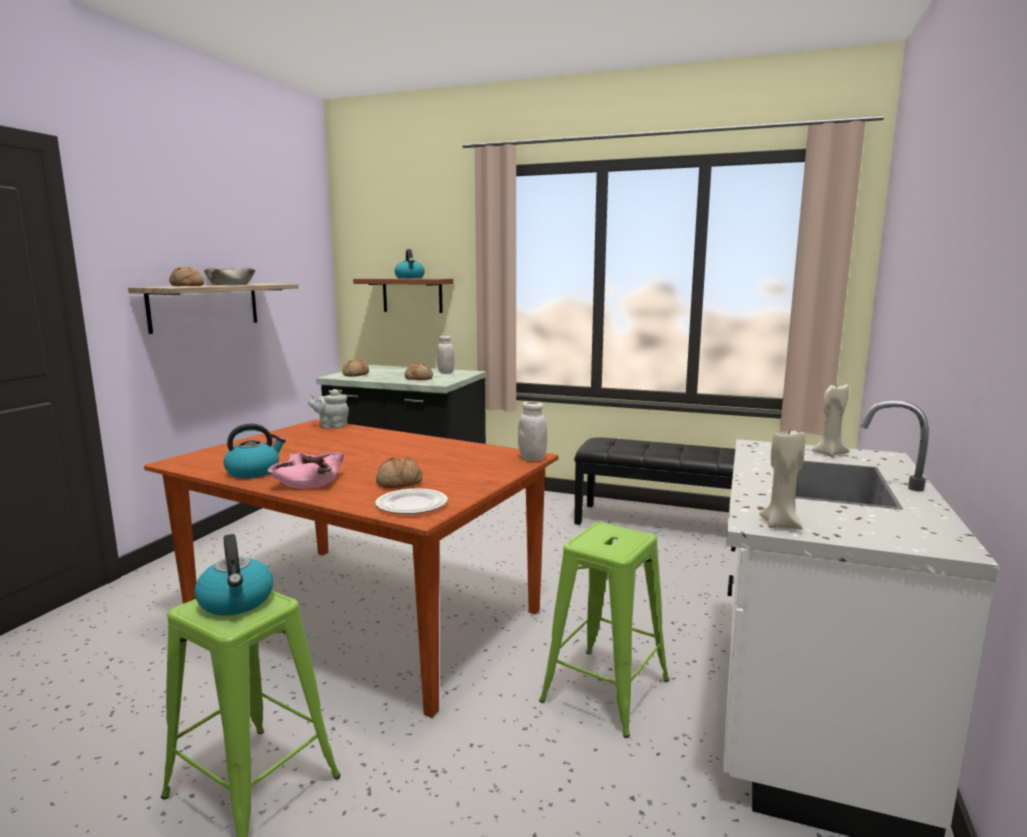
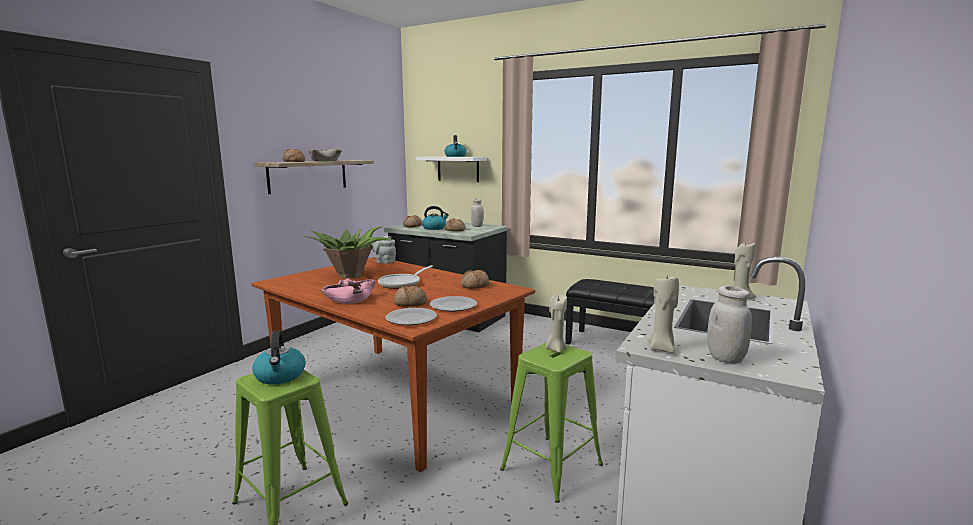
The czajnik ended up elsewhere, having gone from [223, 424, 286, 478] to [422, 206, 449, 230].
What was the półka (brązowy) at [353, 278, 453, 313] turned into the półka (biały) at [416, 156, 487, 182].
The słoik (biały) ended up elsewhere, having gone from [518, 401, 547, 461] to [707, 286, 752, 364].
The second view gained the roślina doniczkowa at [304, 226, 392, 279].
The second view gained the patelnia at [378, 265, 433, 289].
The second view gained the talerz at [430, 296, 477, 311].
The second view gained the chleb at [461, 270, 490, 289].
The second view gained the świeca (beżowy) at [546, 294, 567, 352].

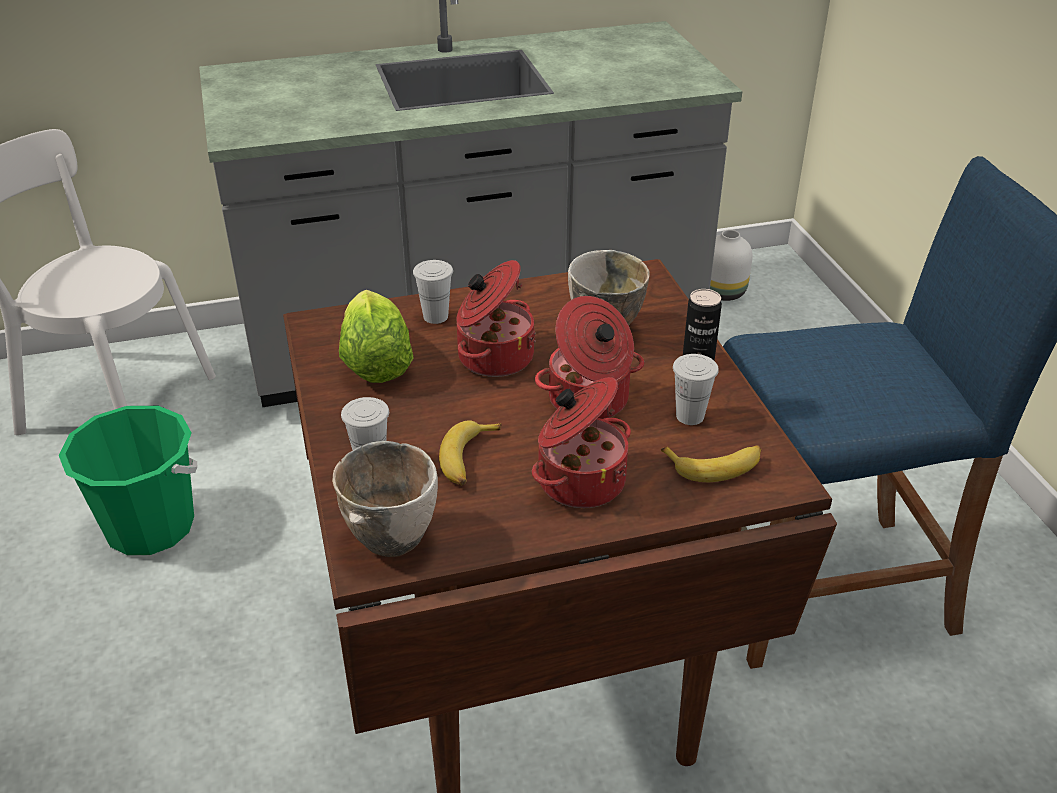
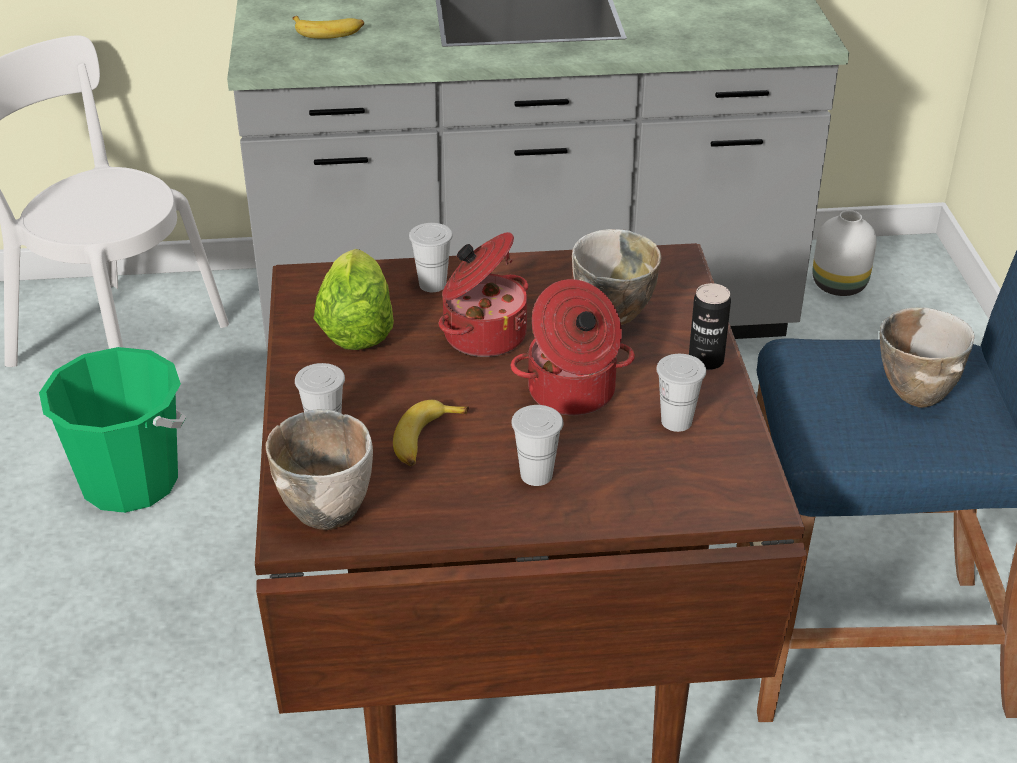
Where the garnek stood at [532, 377, 631, 508], the filiżanka (biały) came to stand at [511, 405, 563, 486].
The banan ended up elsewhere, having gone from [661, 445, 762, 482] to [293, 16, 364, 39].
The second view gained the miska at [880, 308, 974, 408].

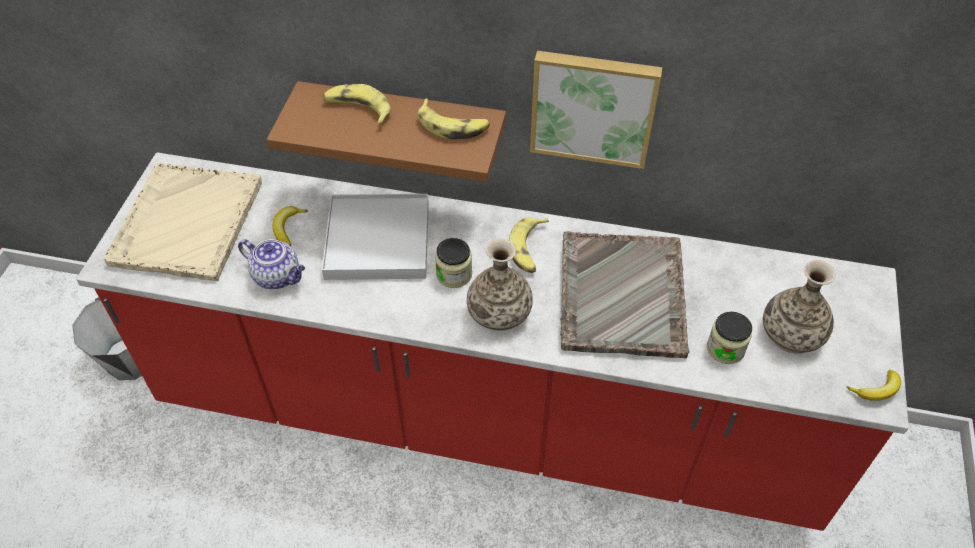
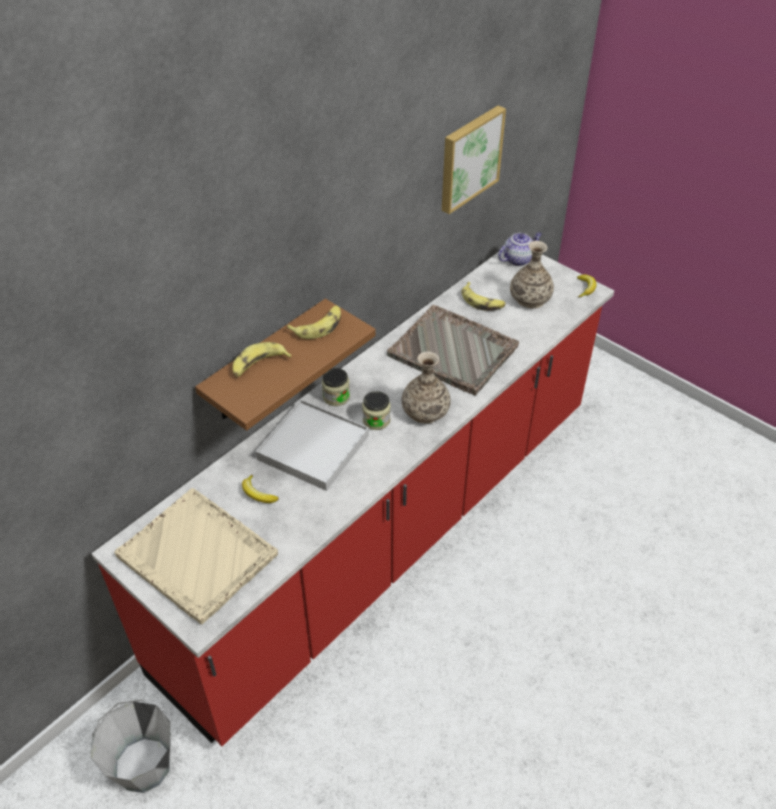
The imbryk ended up elsewhere, having gone from [238, 239, 305, 289] to [498, 232, 542, 266].
The banan ended up elsewhere, having gone from [509, 217, 549, 273] to [462, 282, 506, 311].
The obraz ended up elsewhere, having gone from [530, 51, 663, 169] to [442, 105, 506, 214].
The słoik ended up elsewhere, having gone from [707, 312, 752, 364] to [322, 368, 350, 406].

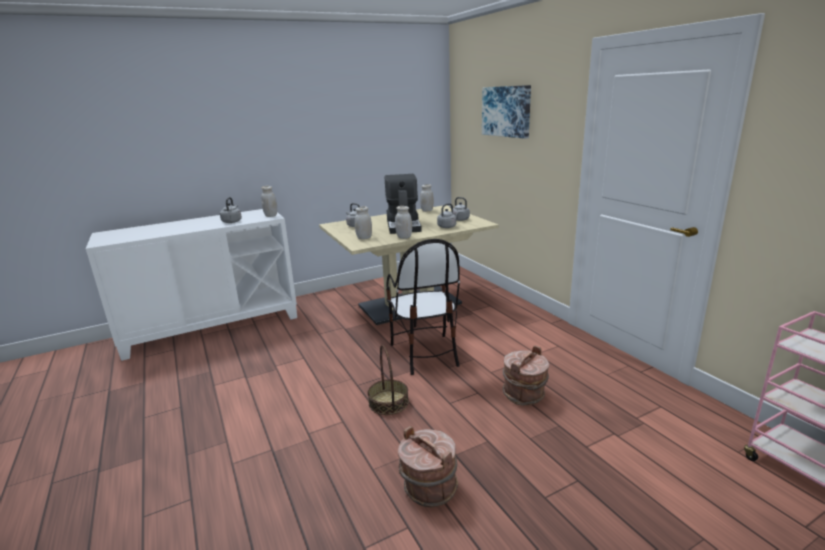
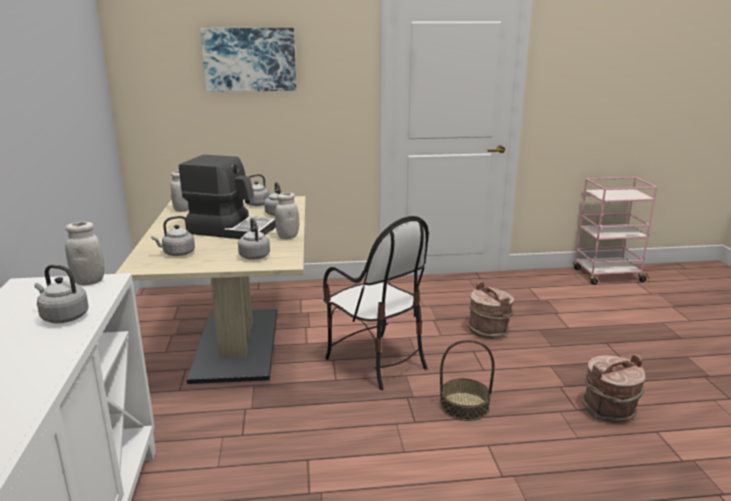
Where the słoik (biały) stood at [355, 206, 372, 239], the czajnik (szary) came to stand at [238, 218, 270, 260].
The krzesło at [386, 239, 460, 375] ended up facing another way, 45 degrees clockwise from before.

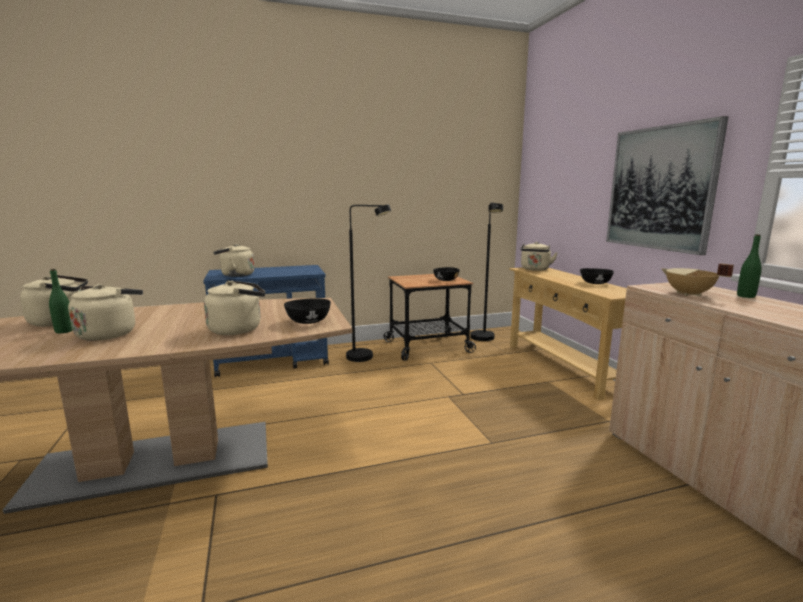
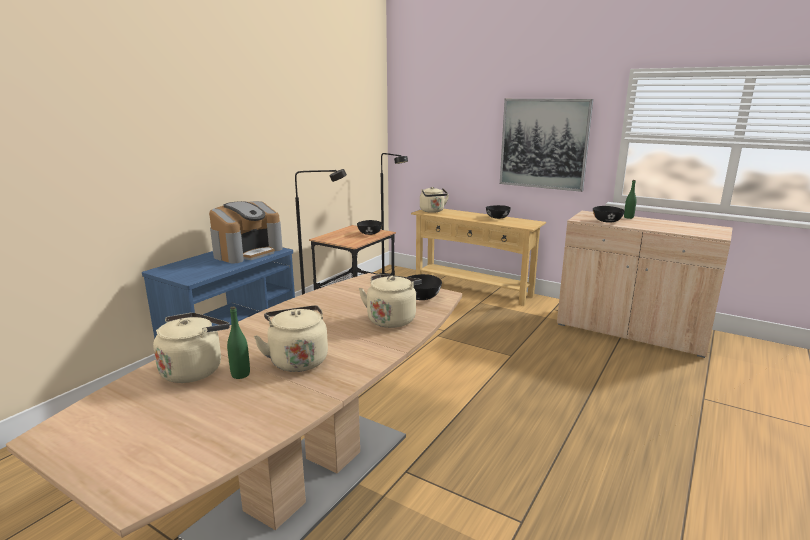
The second view lost the czajnik (beżowy) at [213, 244, 255, 277].
Where the garnek (beżowy) stood at [661, 263, 734, 296], the miska (czarny) came to stand at [593, 206, 625, 223].
The second view gained the ekspres do kawy at [209, 201, 283, 263].

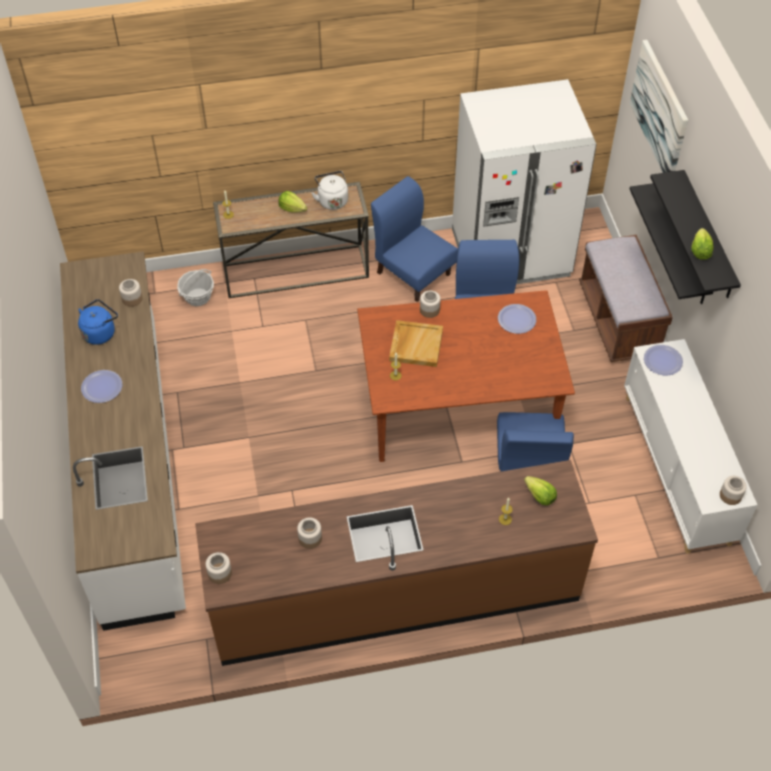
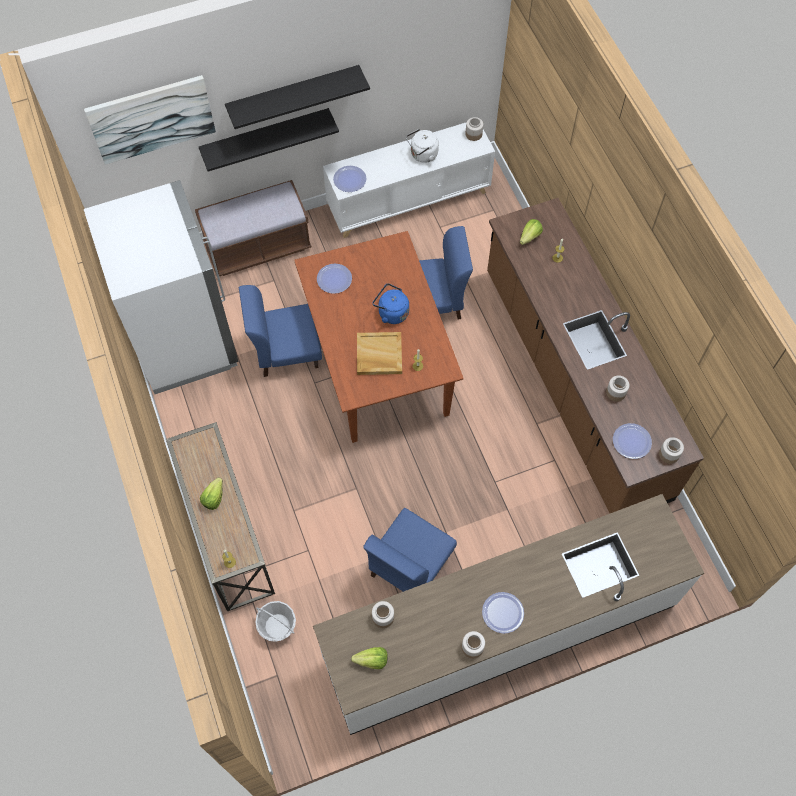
The czajnik (niebieski) ended up elsewhere, having gone from [78, 299, 118, 345] to [372, 283, 409, 324].
The czajnik (biały) ended up elsewhere, having gone from [312, 171, 348, 210] to [406, 129, 439, 163].
The krzesło (niebieski) ended up elsewhere, having gone from [371, 176, 458, 302] to [363, 508, 457, 592].
The słoik ended up elsewhere, having gone from [420, 290, 441, 318] to [462, 631, 485, 658].
The sałata ended up elsewhere, having gone from [691, 228, 713, 260] to [351, 647, 388, 669].
The second view gained the talerz at [613, 423, 652, 459].

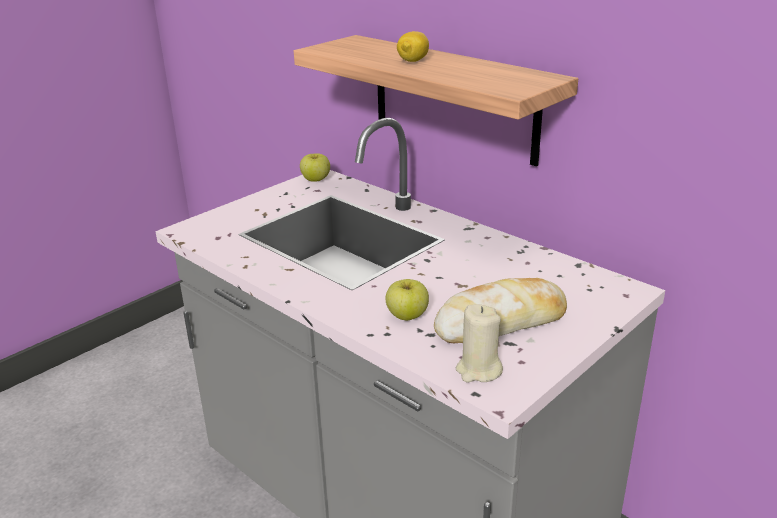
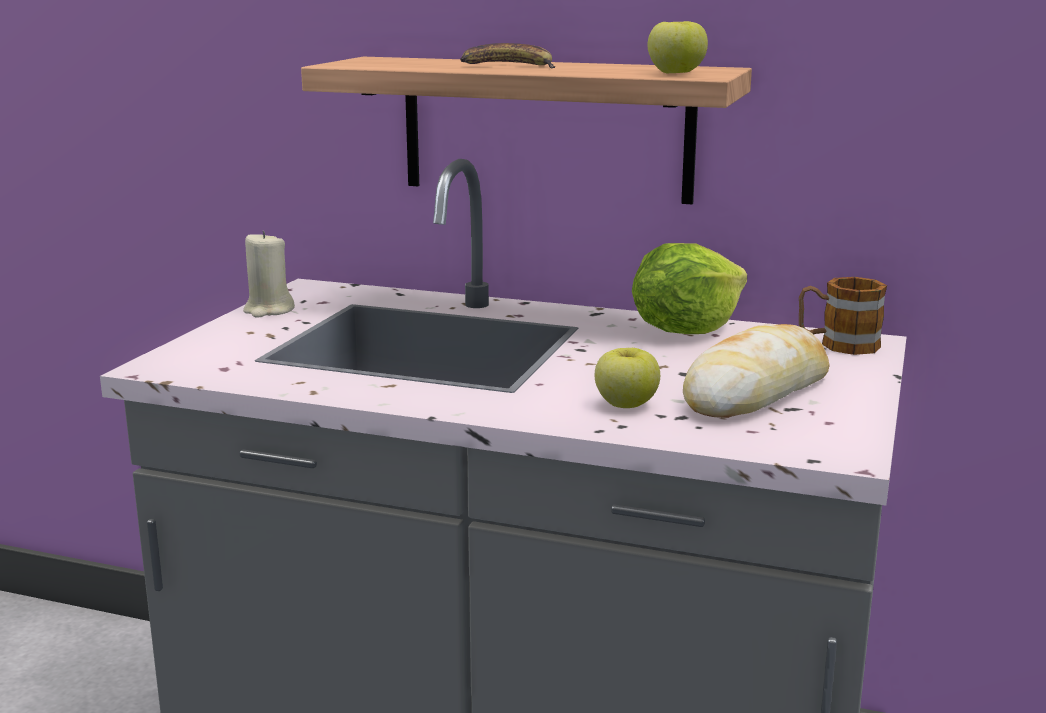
The jabłko ended up elsewhere, having gone from [300, 153, 330, 182] to [648, 21, 708, 73].
Where the cytryna stood at [397, 31, 429, 62], the banan came to stand at [460, 43, 555, 69].
The świeca (beżowy) ended up elsewhere, having gone from [456, 304, 503, 383] to [243, 231, 295, 318].
The second view gained the sałata at [632, 243, 747, 334].
The second view gained the kubek at [799, 277, 887, 355].

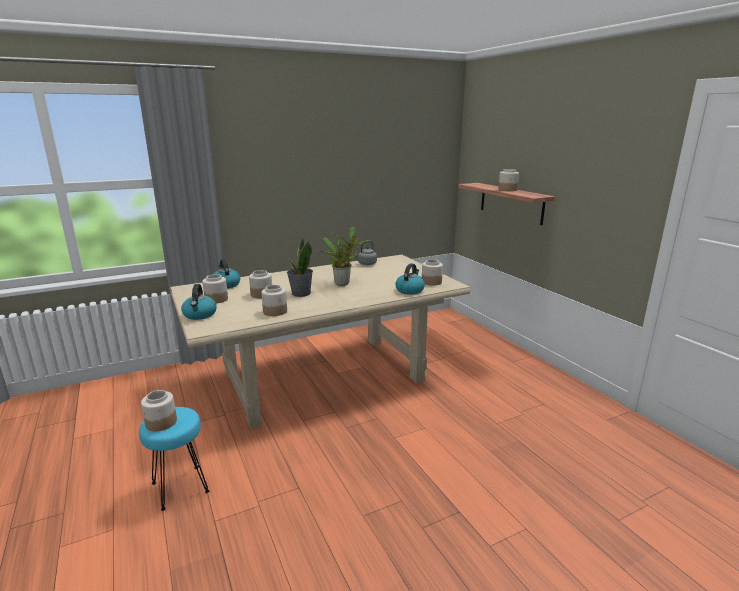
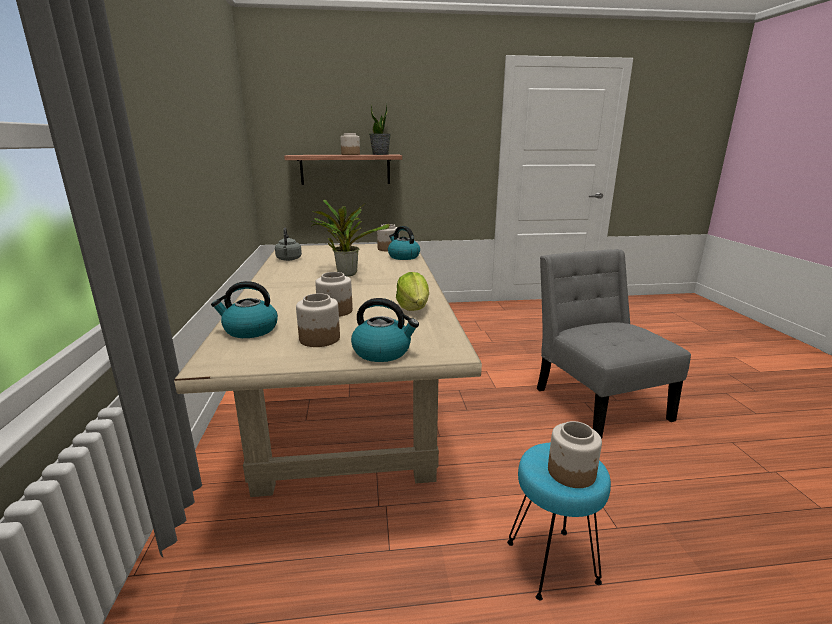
Where the słoik stood at [261, 285, 287, 316], the sałata came to stand at [396, 272, 429, 311].
The roślina doniczkowa ended up elsewhere, having gone from [287, 238, 313, 297] to [369, 103, 391, 155].
The second view gained the krzesło (szary) at [537, 249, 691, 439].

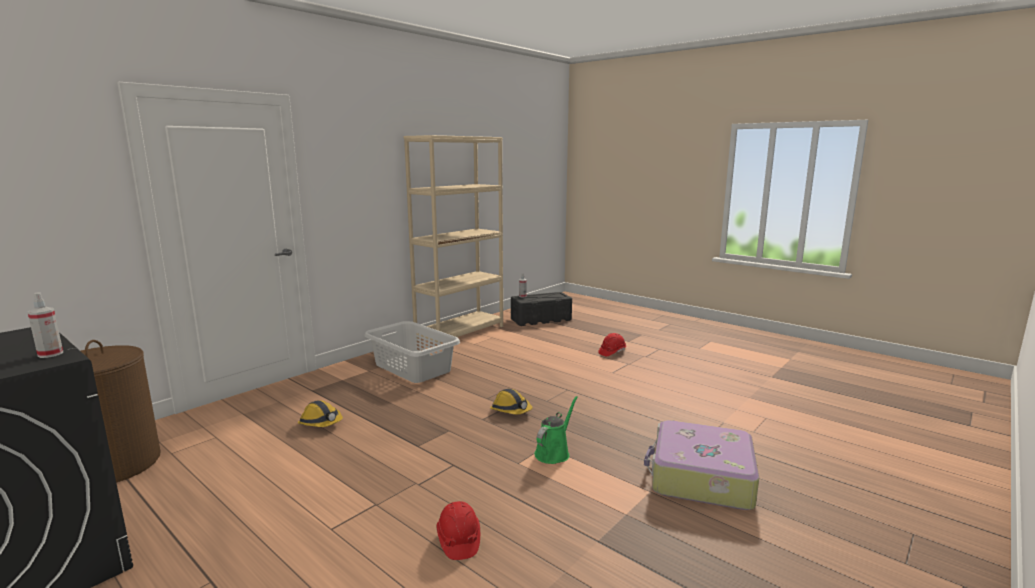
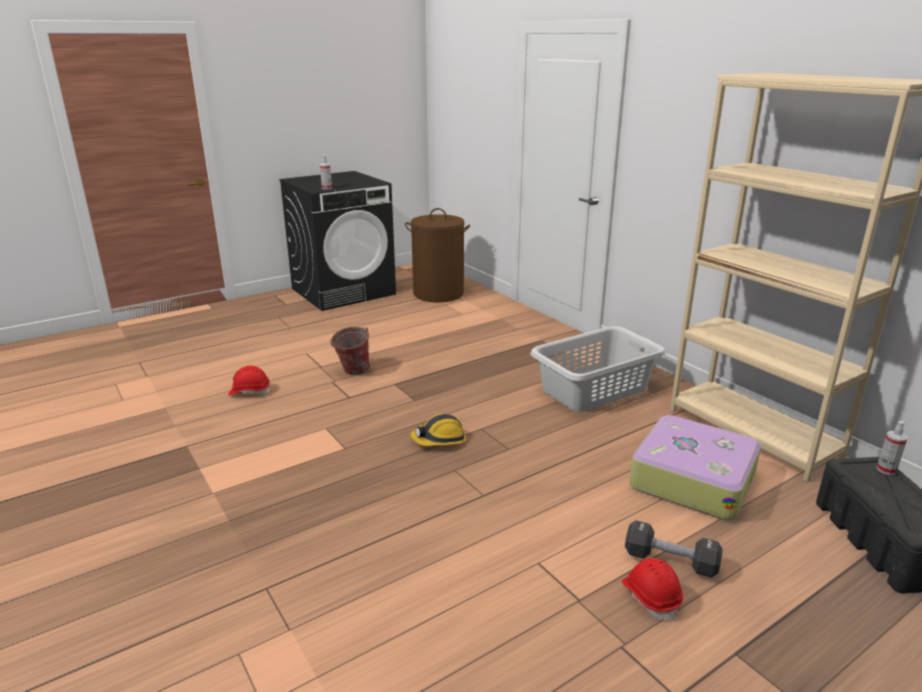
The second view lost the kask at [298, 400, 343, 427].
The second view lost the konewka (zielony) at [534, 396, 578, 464].
The walizka ended up elsewhere, having gone from [644, 420, 759, 510] to [629, 415, 761, 520].
The second view gained the wiadro at [329, 327, 370, 375].
The second view gained the hantel (czarny) at [625, 520, 723, 578].

